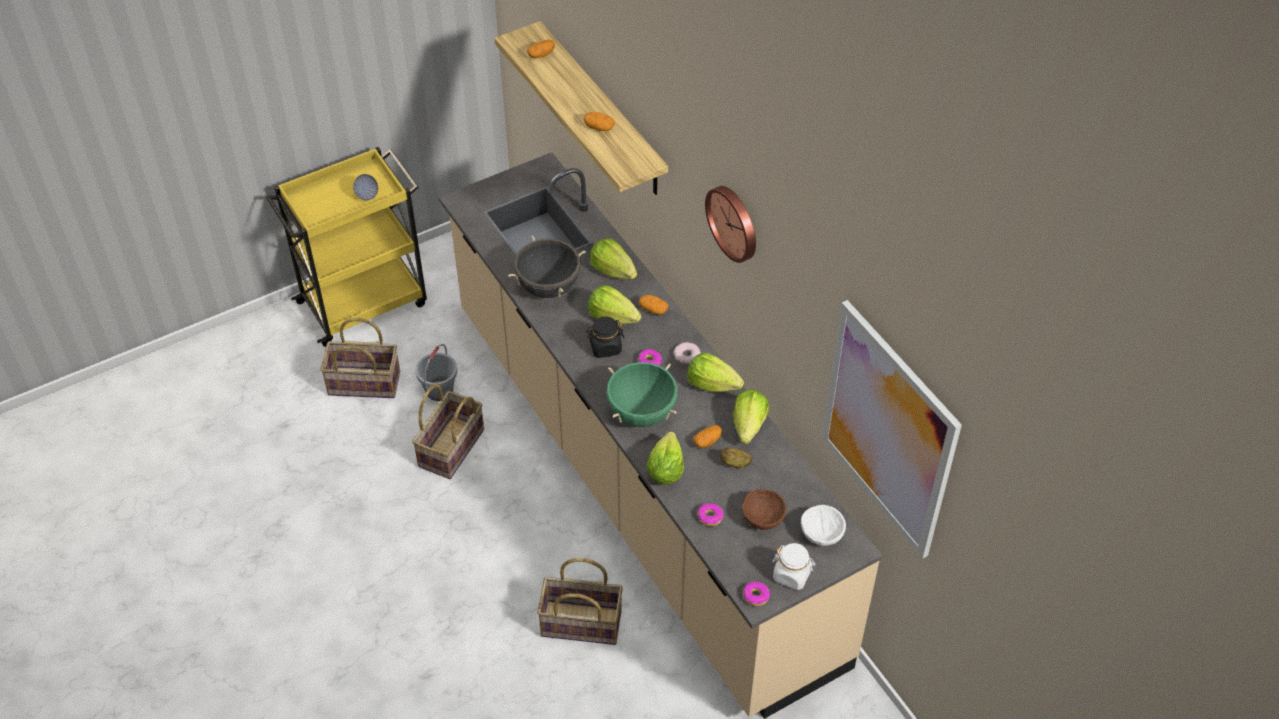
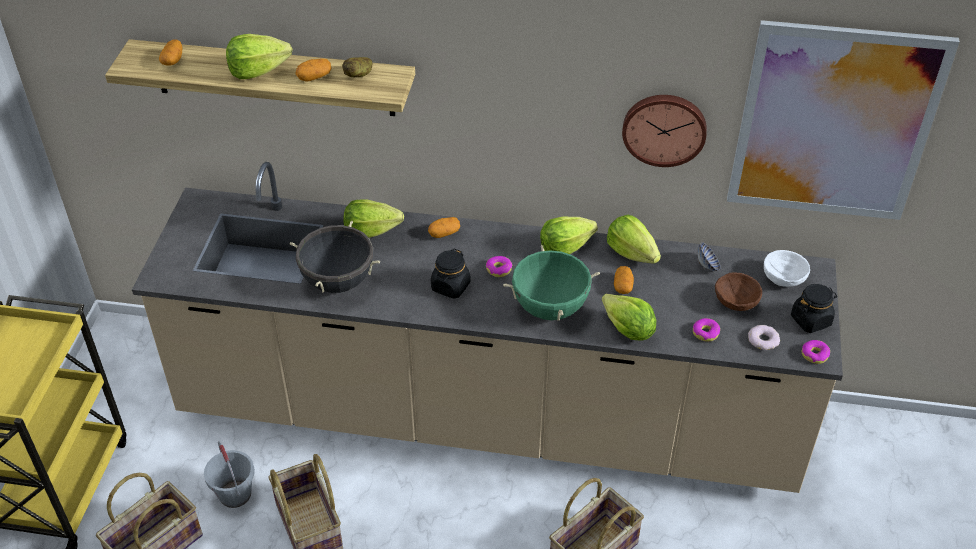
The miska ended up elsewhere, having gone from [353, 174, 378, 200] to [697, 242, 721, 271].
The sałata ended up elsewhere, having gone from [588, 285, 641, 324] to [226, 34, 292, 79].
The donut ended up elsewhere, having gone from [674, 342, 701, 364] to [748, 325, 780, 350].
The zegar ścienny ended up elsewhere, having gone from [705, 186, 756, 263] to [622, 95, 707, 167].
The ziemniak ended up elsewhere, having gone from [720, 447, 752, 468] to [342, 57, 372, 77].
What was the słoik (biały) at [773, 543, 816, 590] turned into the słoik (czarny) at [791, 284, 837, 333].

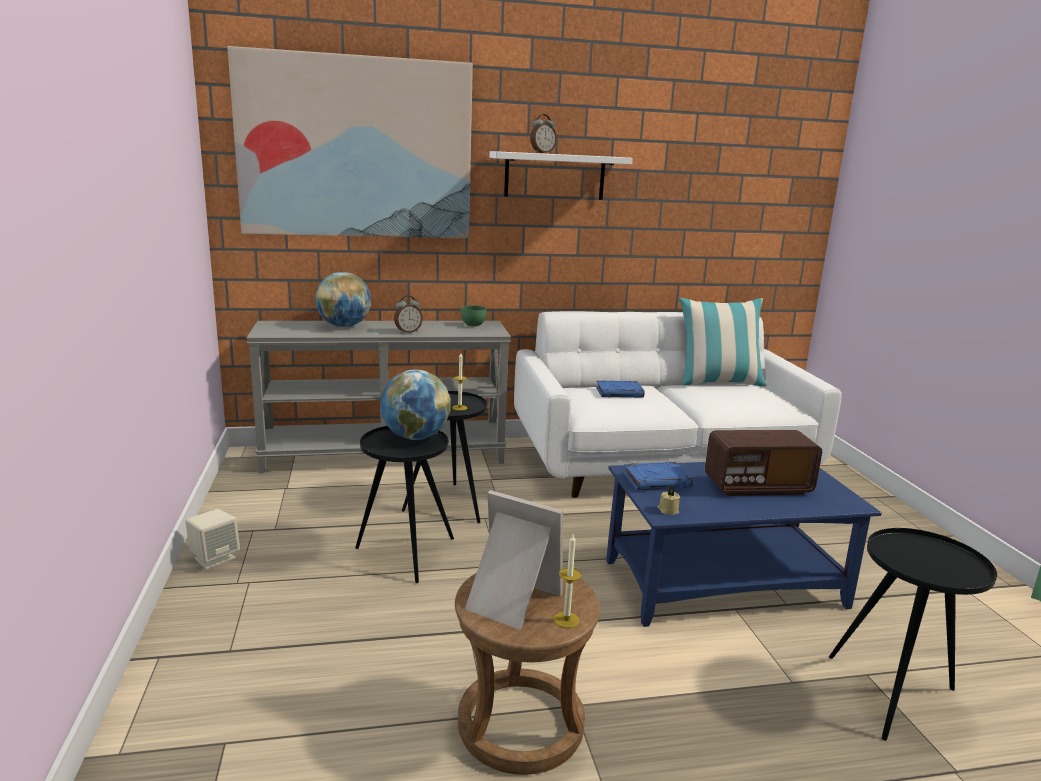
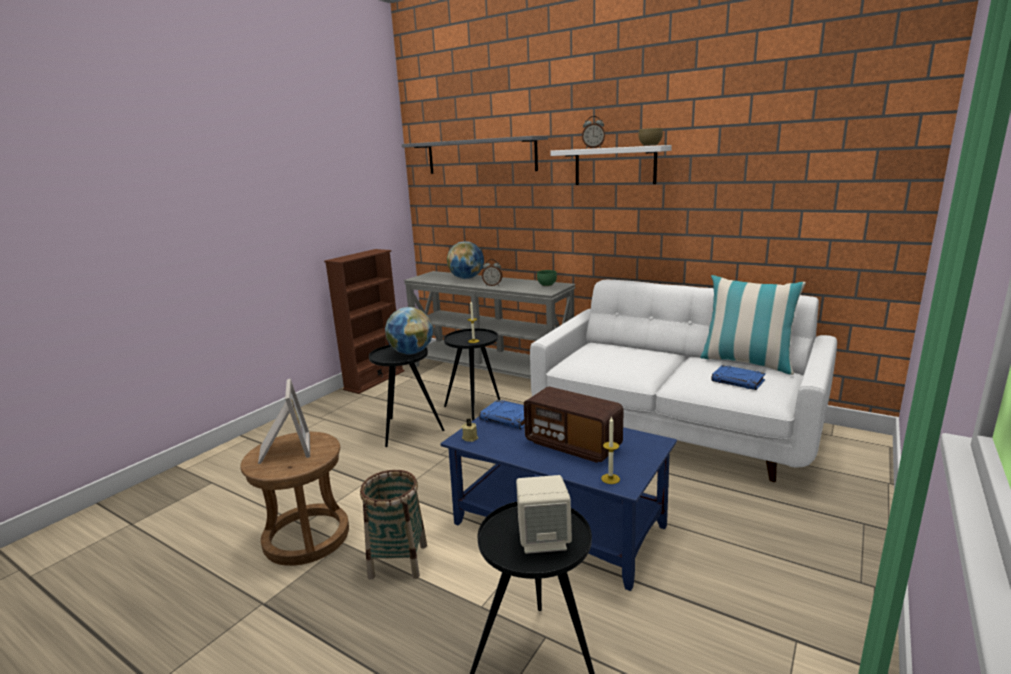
The głośnik (beżowy) ended up elsewhere, having gone from [185, 509, 240, 569] to [516, 475, 572, 554].
Where the obraz hung at [227, 46, 473, 239], the półka (szary) came to hang at [402, 136, 548, 174].
The świeca ended up elsewhere, having gone from [554, 534, 581, 628] to [601, 416, 620, 484].
The książka (niebieski) ended up elsewhere, having gone from [596, 380, 645, 398] to [711, 365, 766, 390].
The second view gained the regał (brązowy) at [324, 249, 405, 394].
The second view gained the koszyk at [360, 470, 427, 580].
The second view gained the miska (brązowy) at [639, 128, 663, 146].

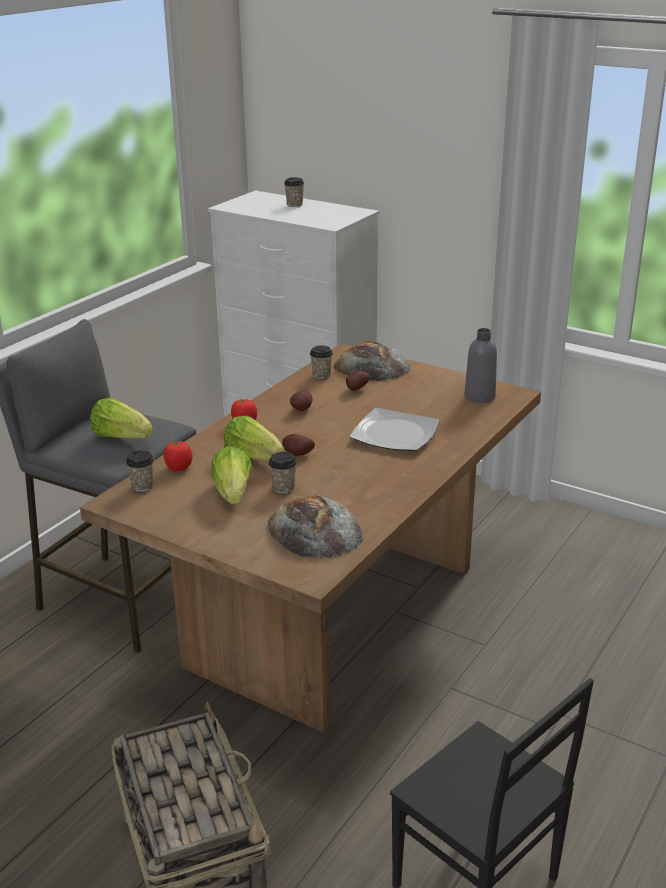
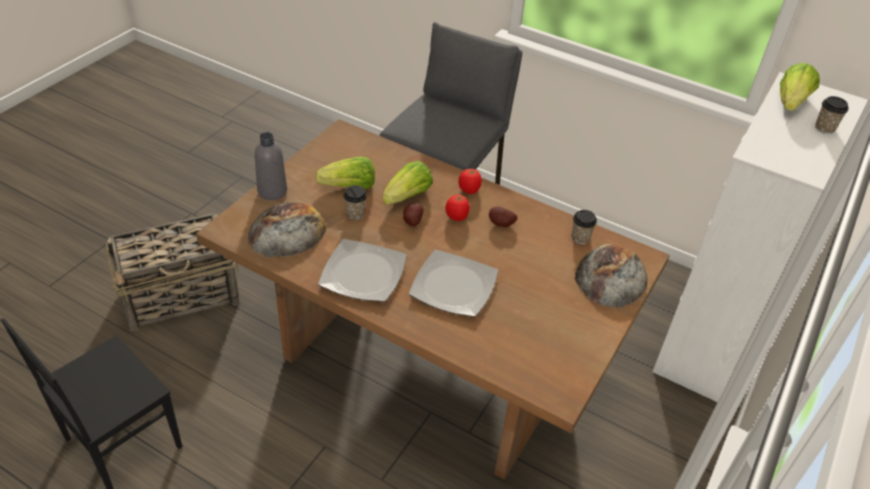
The sałata ended up elsewhere, having gone from [90, 397, 153, 439] to [780, 63, 820, 111].
The second view lost the filiżanka at [126, 450, 154, 492].
The pomidor ended up elsewhere, having gone from [164, 441, 193, 471] to [445, 195, 470, 221].
The second view lost the ziemniak at [346, 371, 370, 391].
The butelka (szary) ended up elsewhere, having gone from [465, 328, 497, 403] to [255, 132, 287, 200].
The second view gained the talerz at [318, 239, 407, 302].

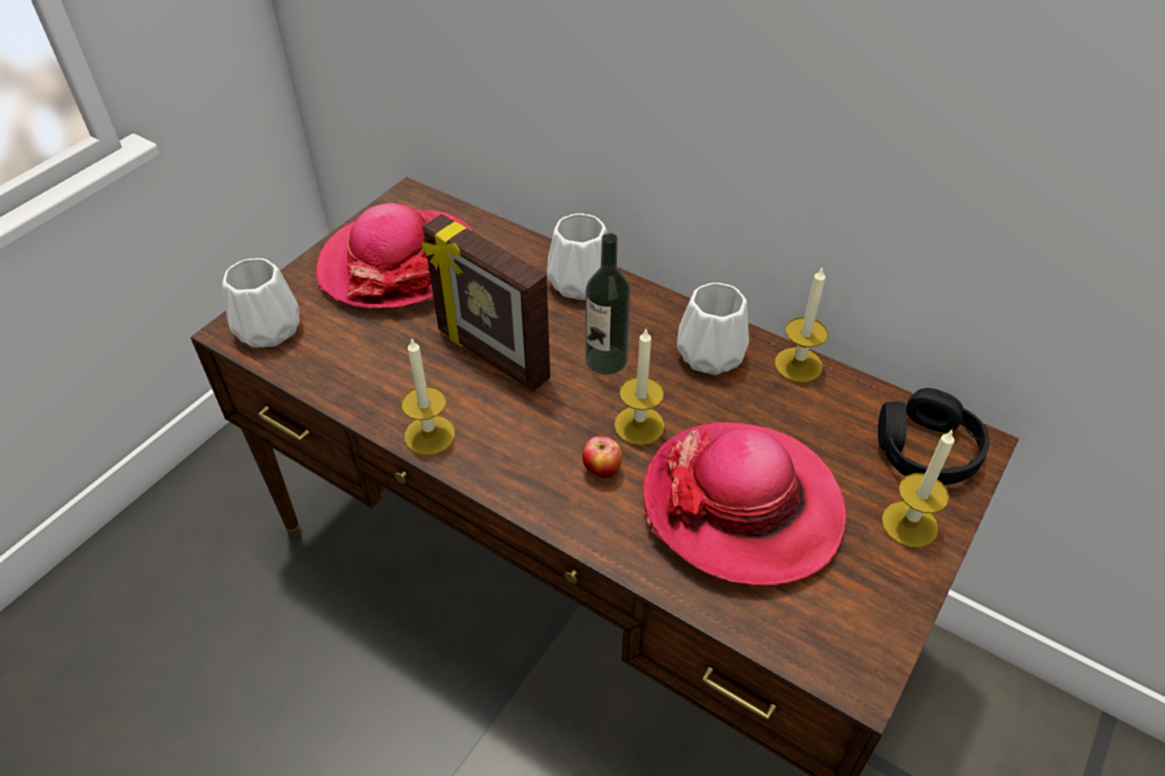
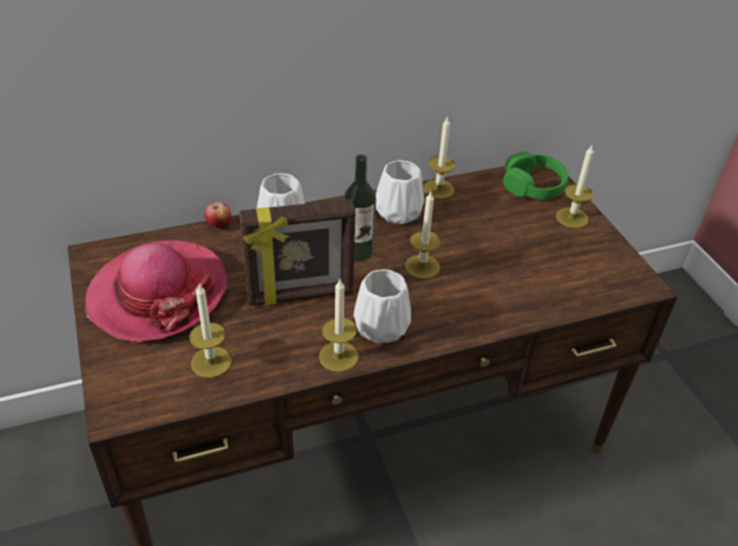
The wazon (biały) ended up elsewhere, having gone from [222, 258, 300, 348] to [354, 269, 411, 344].
The jabłko ended up elsewhere, having gone from [582, 436, 622, 479] to [205, 202, 231, 229].
The second view lost the kapelusz at [643, 422, 847, 587].
What was the słuchawki (czarny) at [878, 388, 990, 485] turned into the słuchawki (zielony) at [503, 152, 568, 200].
The second view gained the świeca at [189, 284, 232, 378].

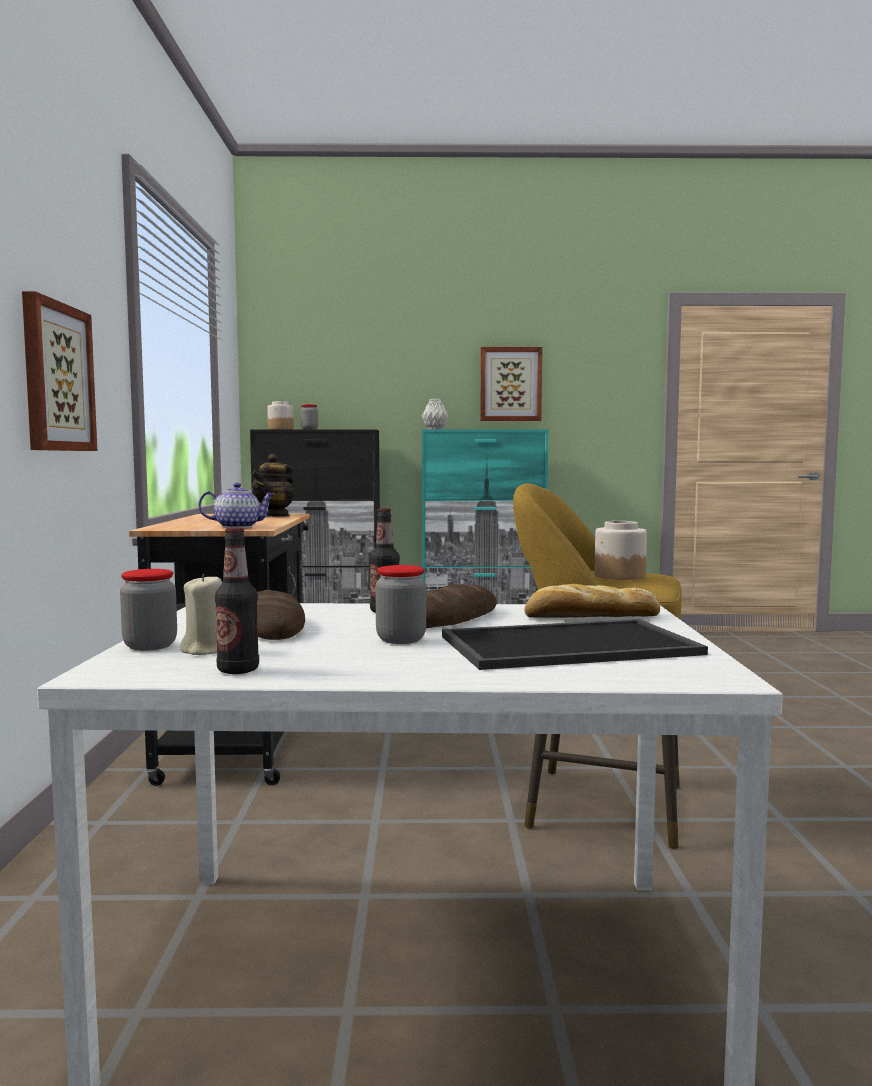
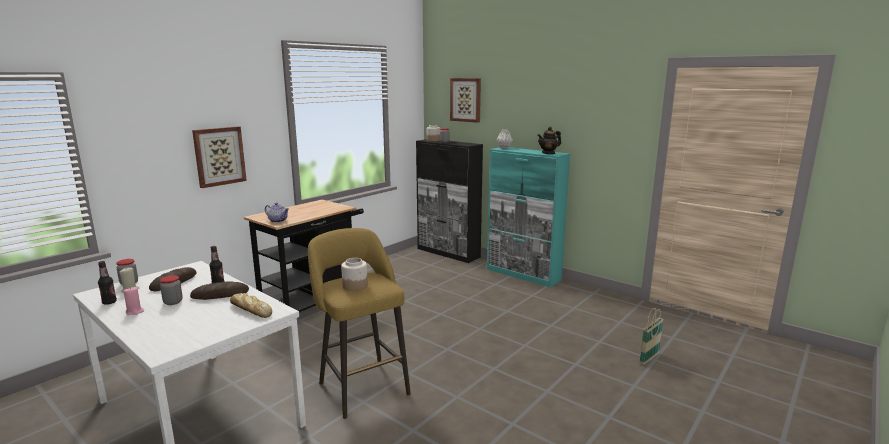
The imbryk ended up elsewhere, having gone from [251, 454, 294, 517] to [537, 127, 561, 154].
The second view lost the taca at [442, 619, 708, 670].
The obraz ended up elsewhere, having gone from [480, 347, 542, 421] to [450, 78, 481, 123].
The second view gained the świeca (różowy) at [124, 287, 144, 315].
The second view gained the koszyk at [639, 308, 663, 364].

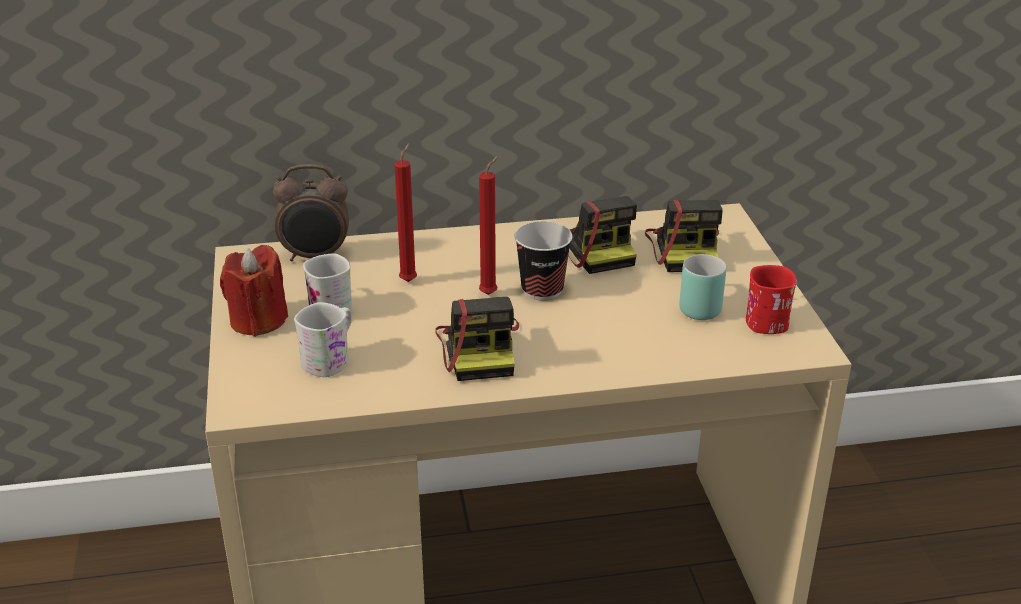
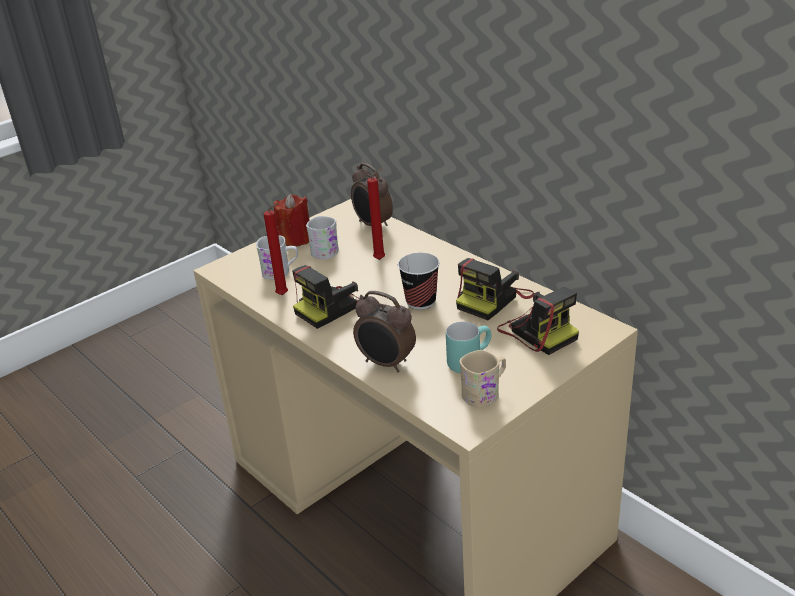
The świeca (czerwony) ended up elsewhere, having gone from [479, 156, 499, 295] to [264, 203, 288, 295].
The aparat fotograficzny at [645, 200, 723, 272] ended up facing another way, 90 degrees counterclockwise from before.
What was the kubek (czerwony) at [746, 265, 797, 334] turned into the kubek (beżowy) at [459, 350, 506, 408].
The second view gained the budzik at [353, 291, 416, 372].

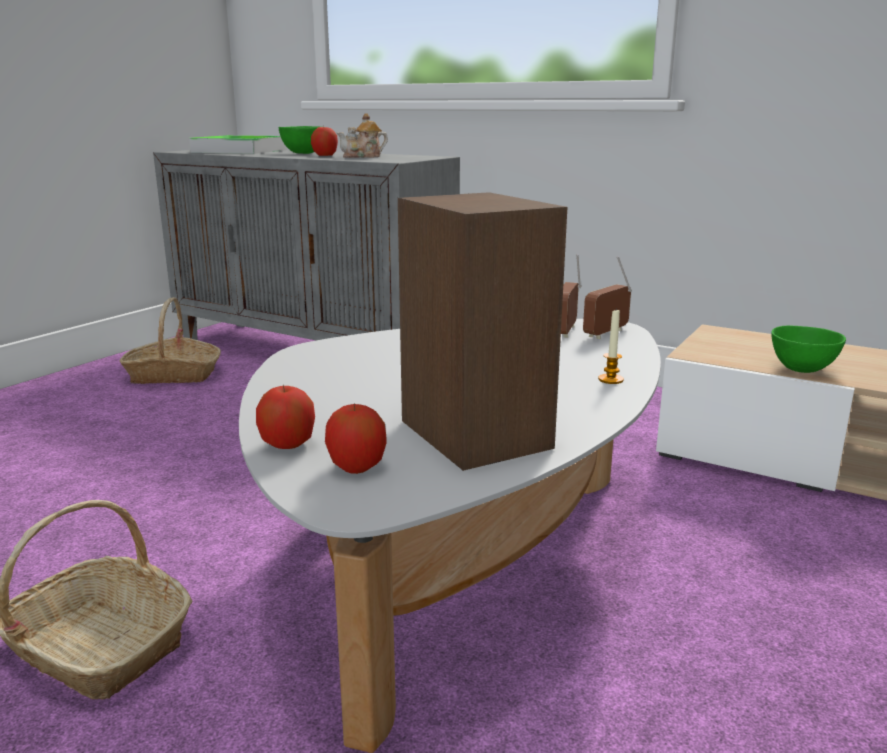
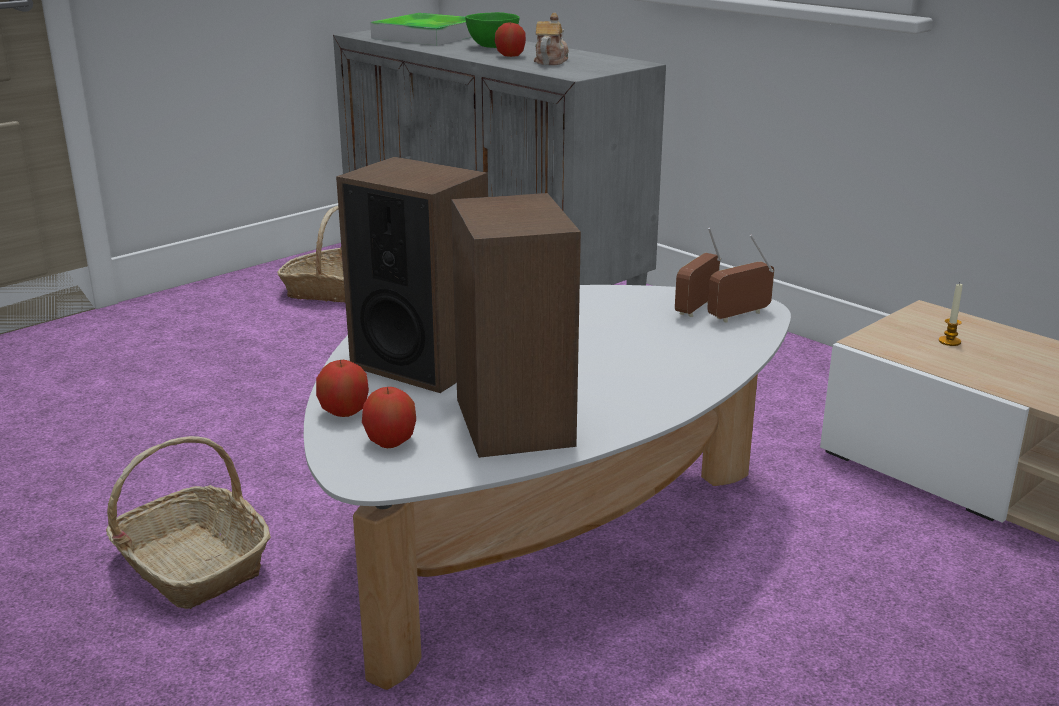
The imbryk at [337, 113, 388, 158] ended up facing another way, 120 degrees clockwise from before.
The świeca ended up elsewhere, having gone from [598, 310, 624, 384] to [939, 283, 963, 346].
The second view lost the miska (zielony) at [771, 326, 846, 373].
The second view gained the głośnik at [336, 157, 488, 393].

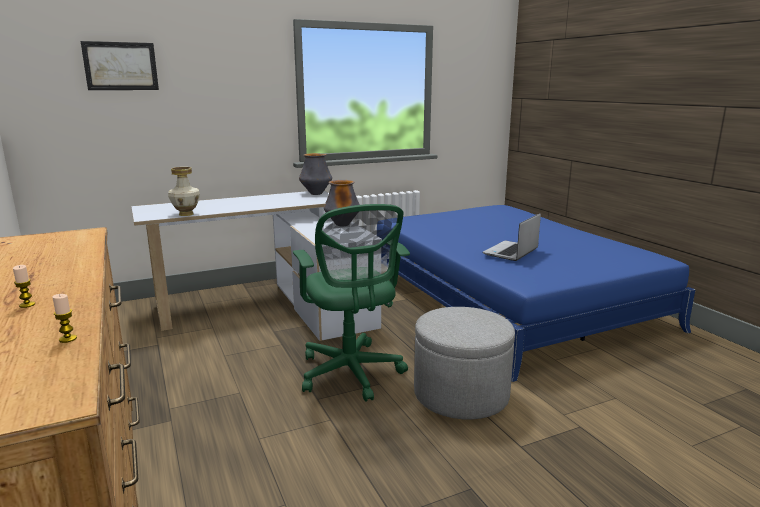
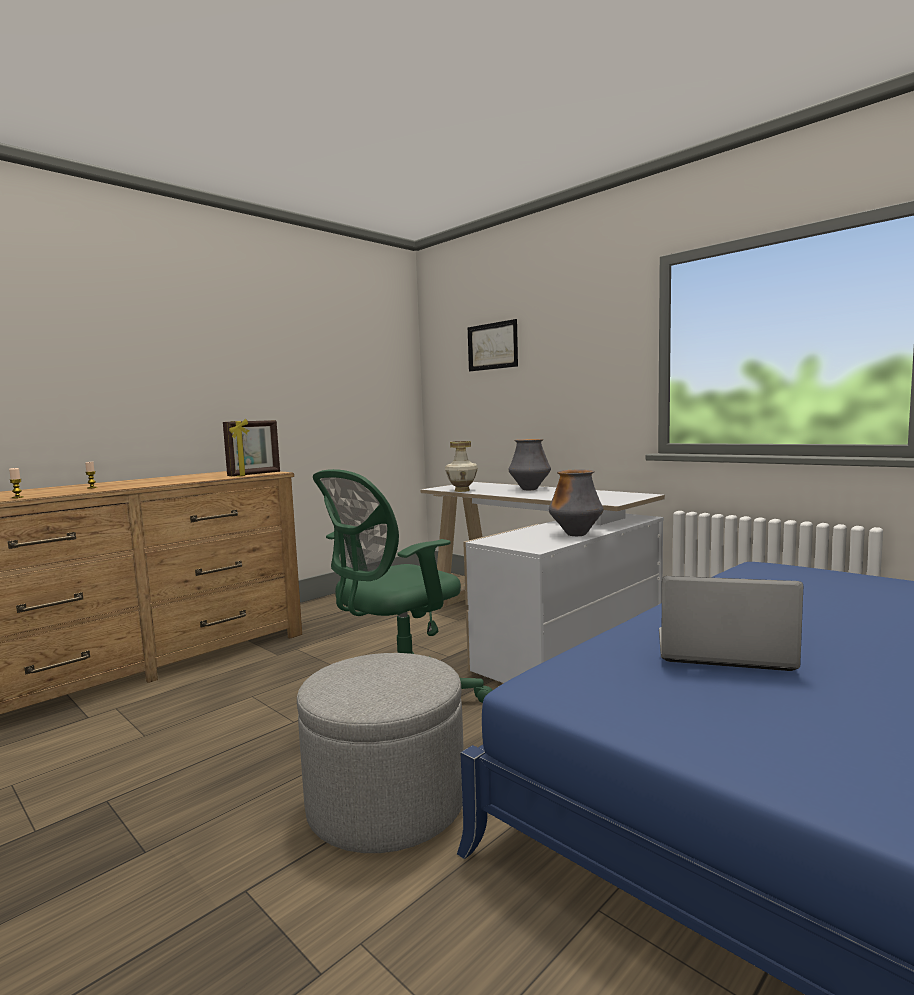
The wazon ended up elsewhere, having gone from [299, 153, 332, 195] to [508, 439, 551, 490].
The second view gained the ramka na zdjęcie at [223, 419, 280, 477].

